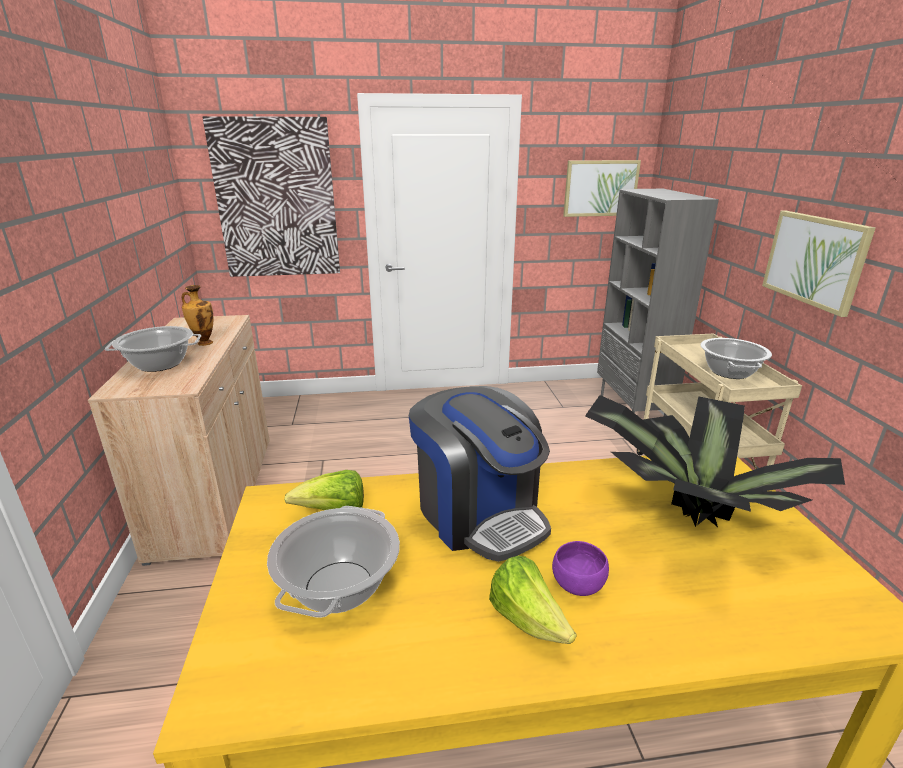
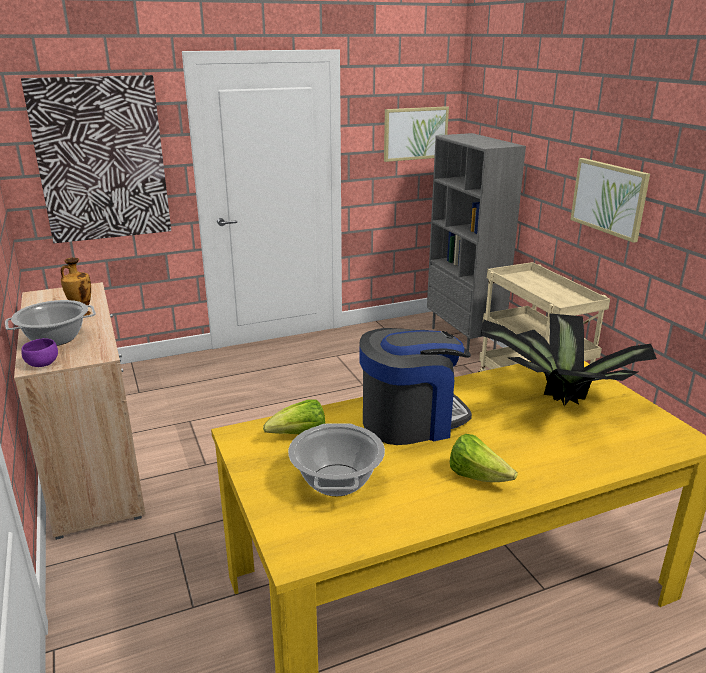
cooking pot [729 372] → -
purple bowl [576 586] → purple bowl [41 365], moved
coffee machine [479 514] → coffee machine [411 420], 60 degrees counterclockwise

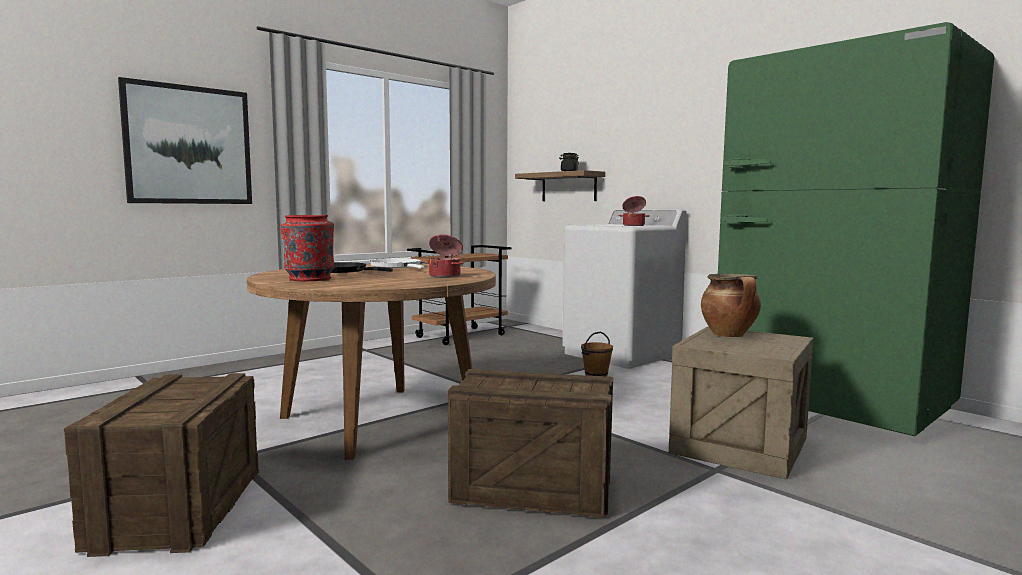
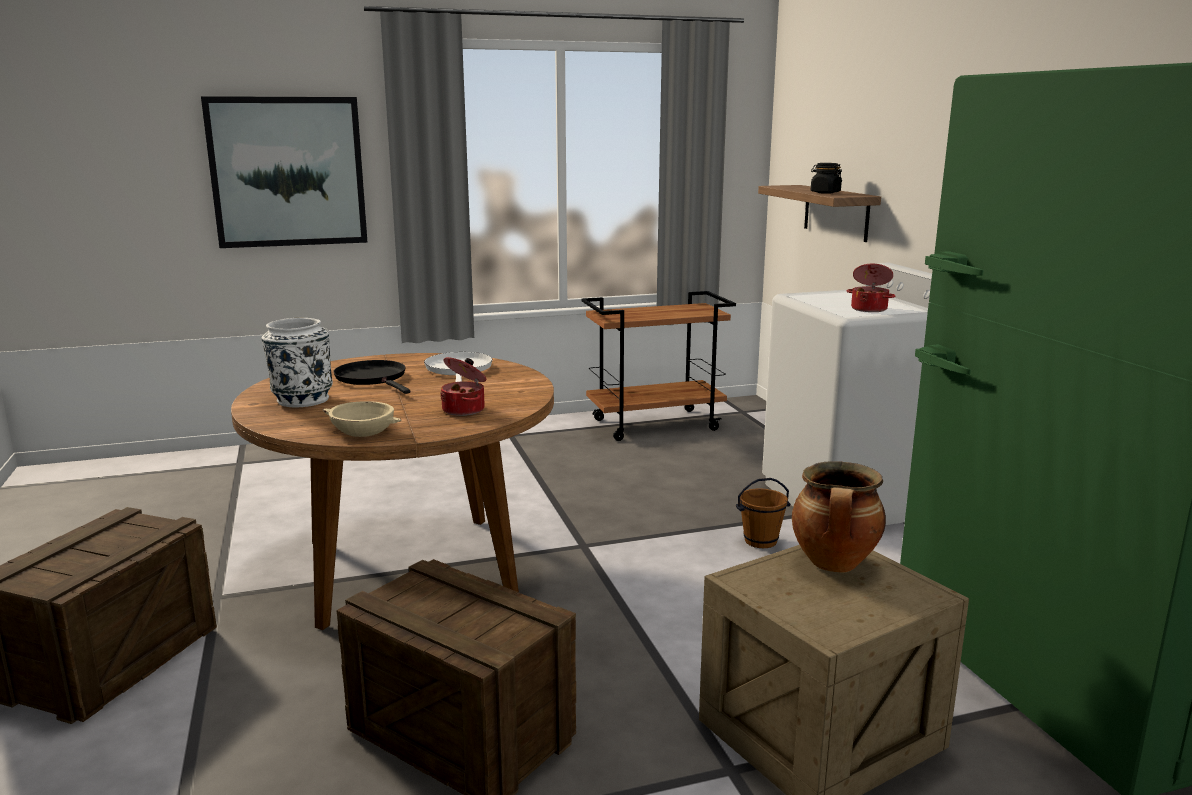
- → beige bowl [364 431]
red vase [309 279] → white vase [301 400]

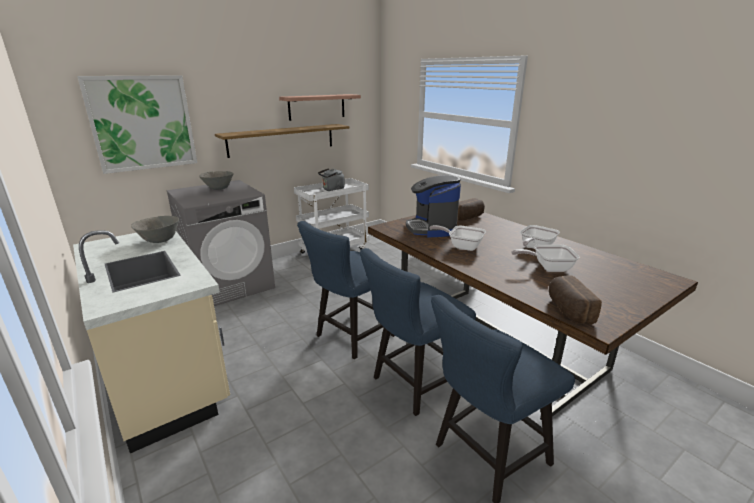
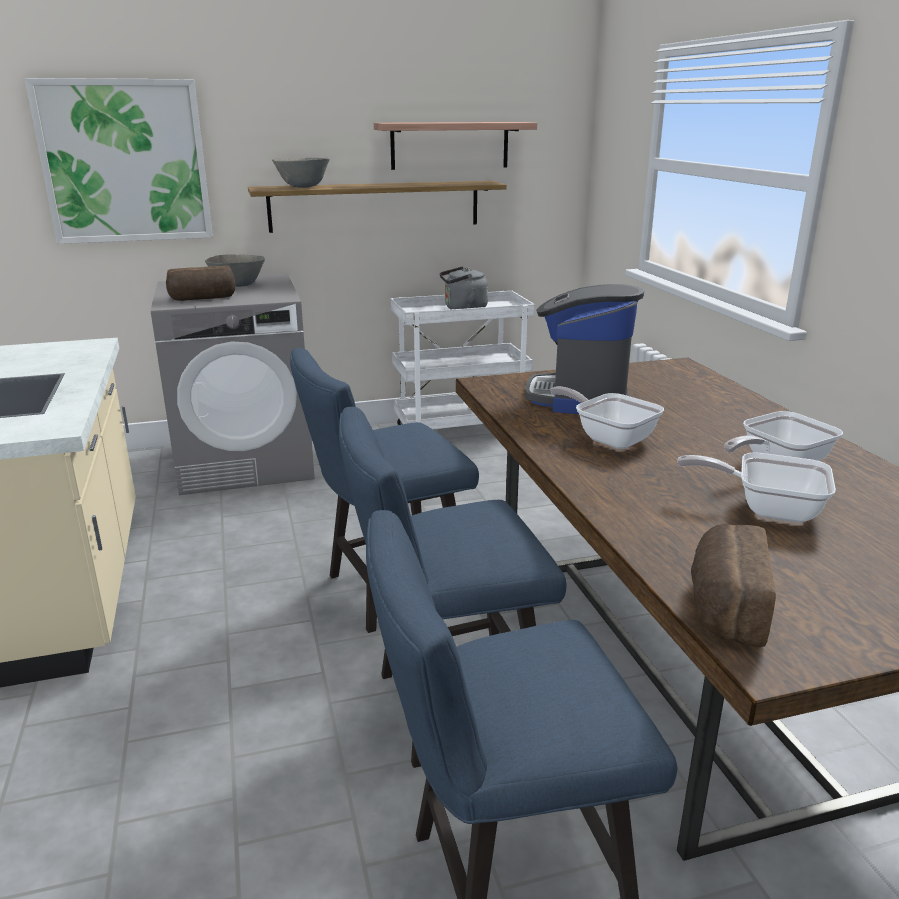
grey bowl [160 241] → grey bowl [303 187], moved
bread [468 217] → bread [202 298], moved

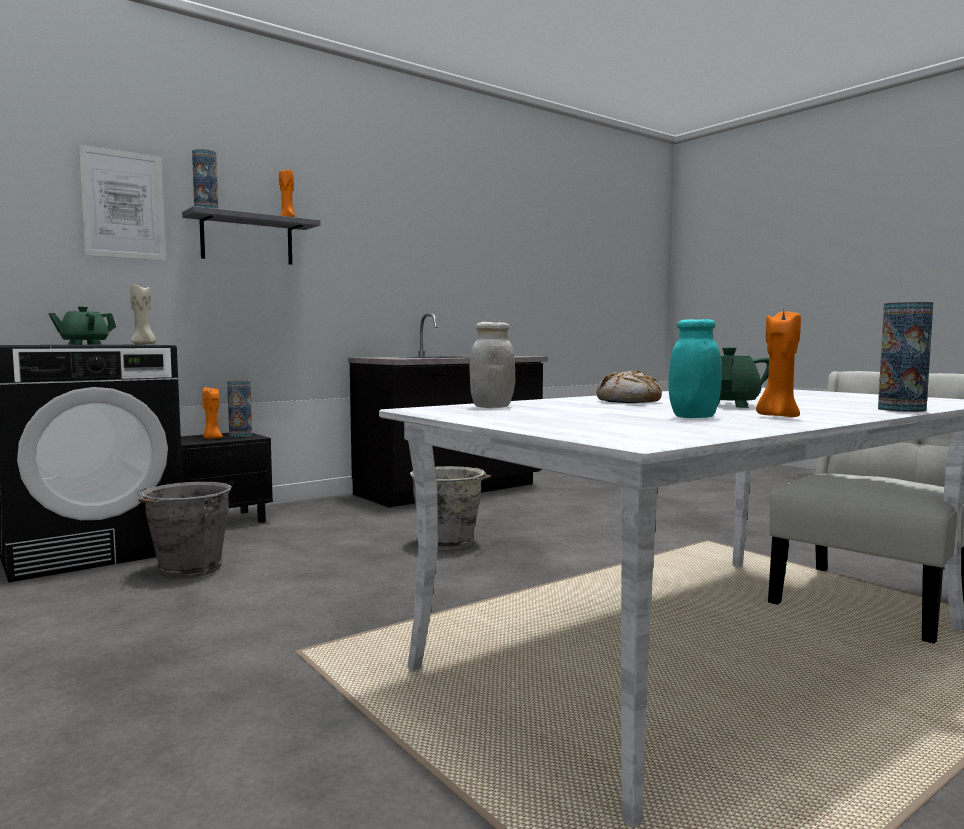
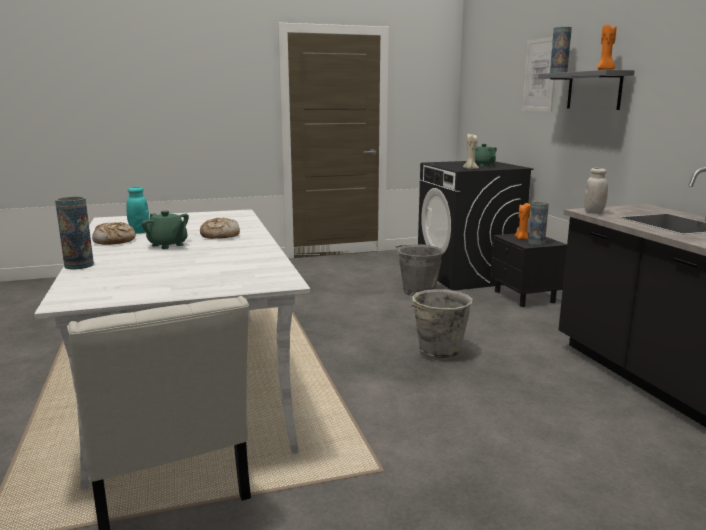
white jar [492 407] → white jar [593 212], moved
orange candle [777 416] → bread [114 241]

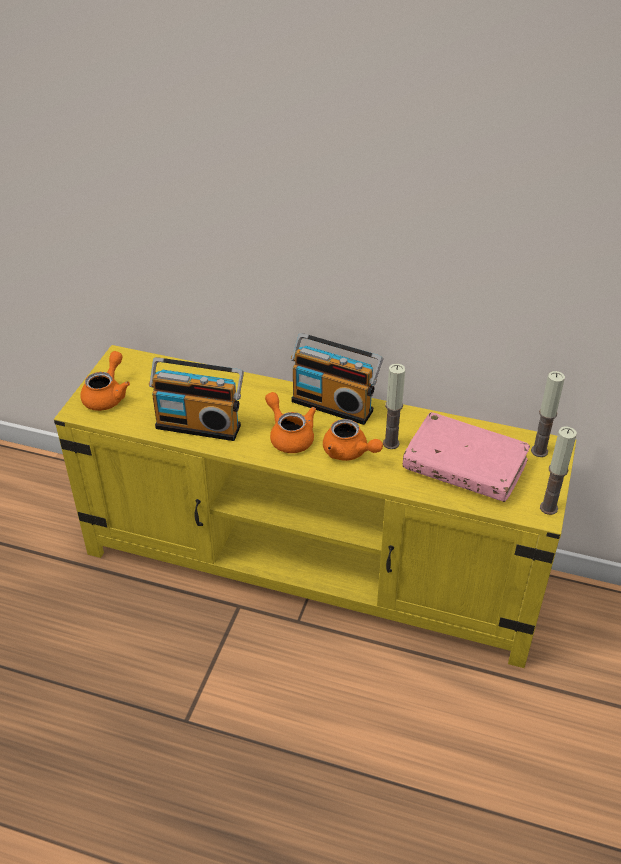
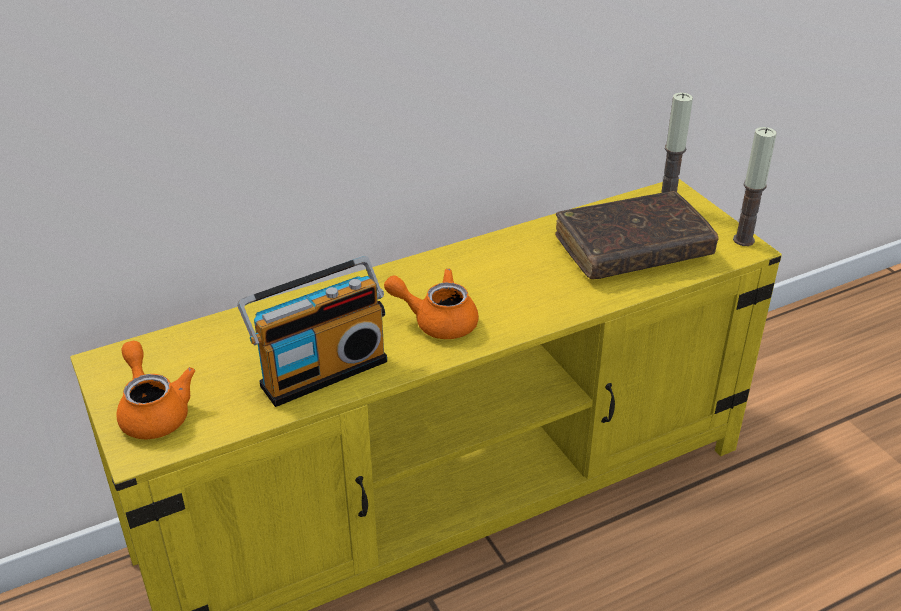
radio [334 404] → -
orange teapot [349 452] → -
candle [391 443] → -
pink book [464 466] → brown book [632 249]

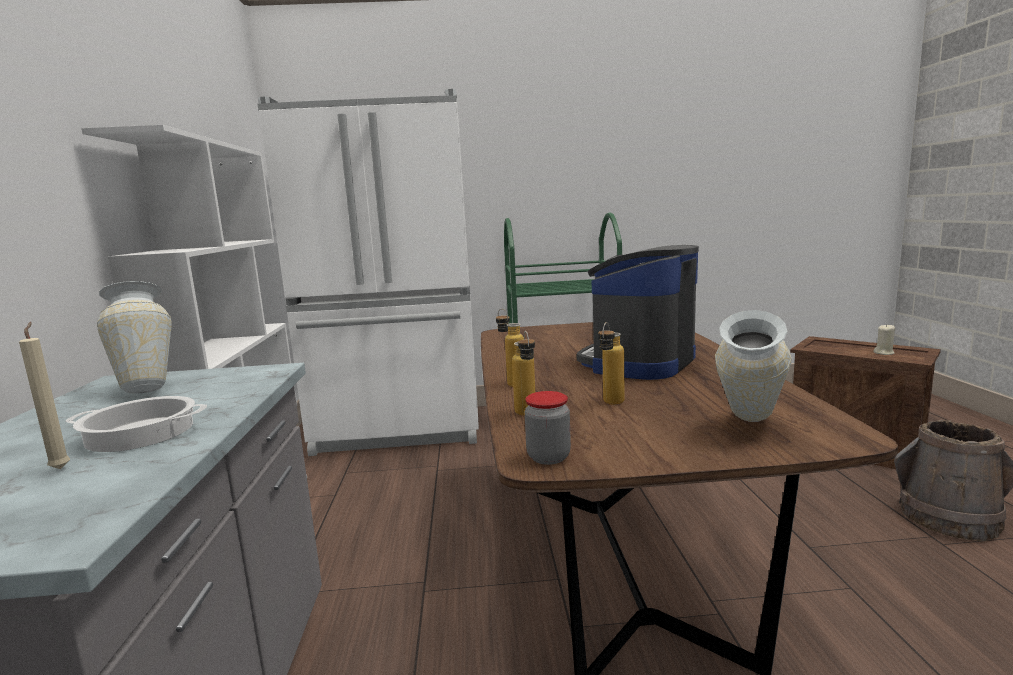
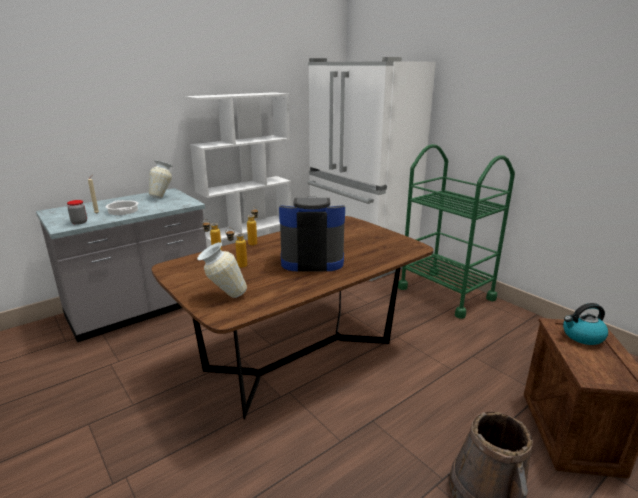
beige candle [884 353] → -
- → kettle [582 336]
jar [548 457] → jar [79 222], moved

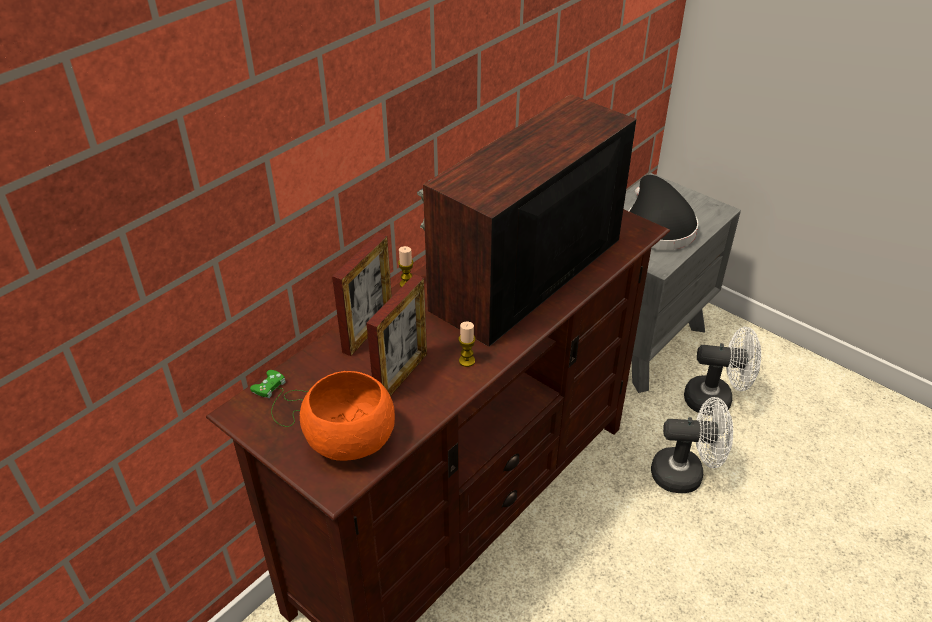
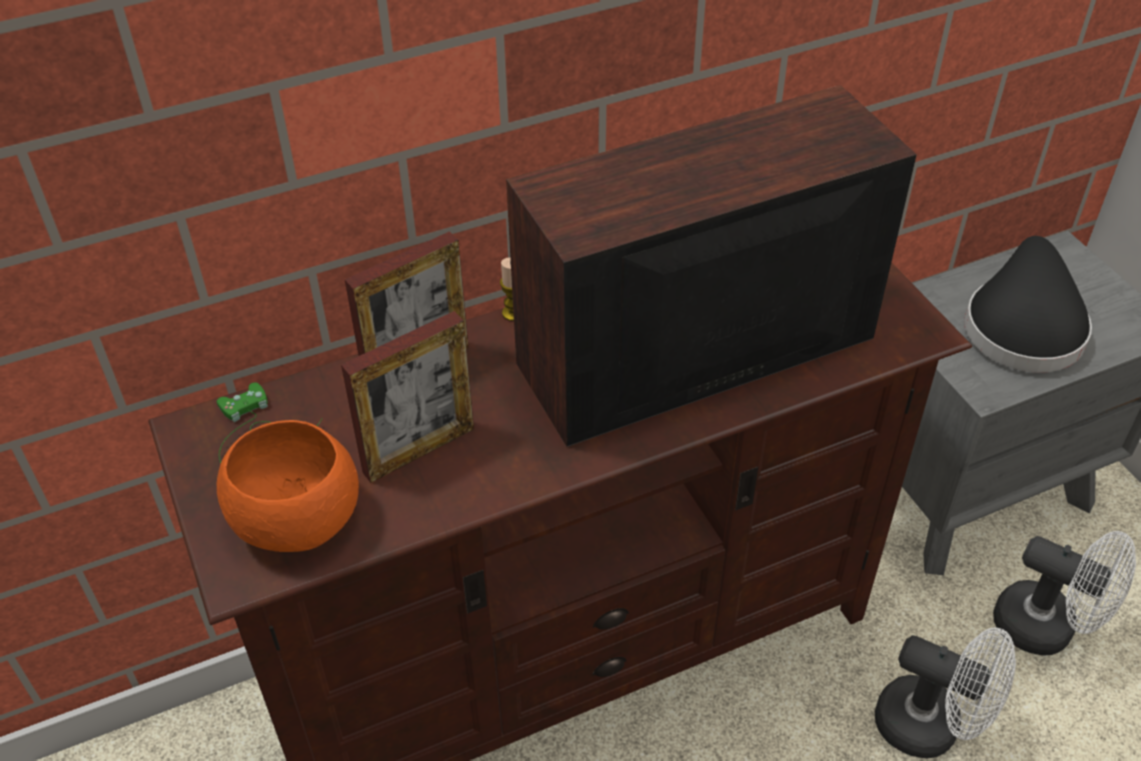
candle [467 361] → -

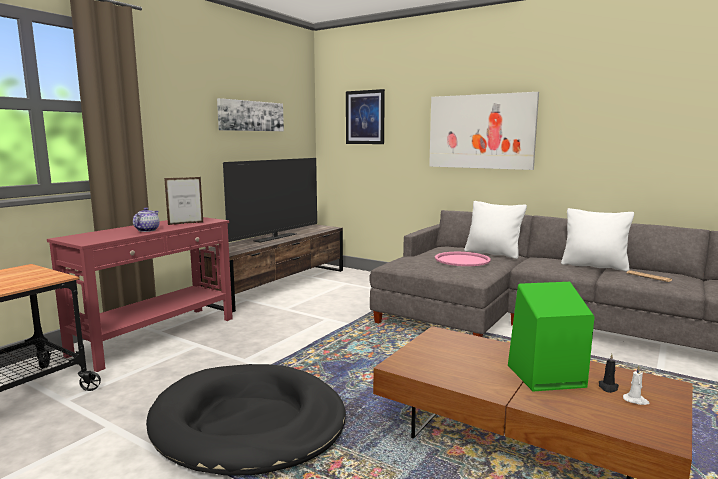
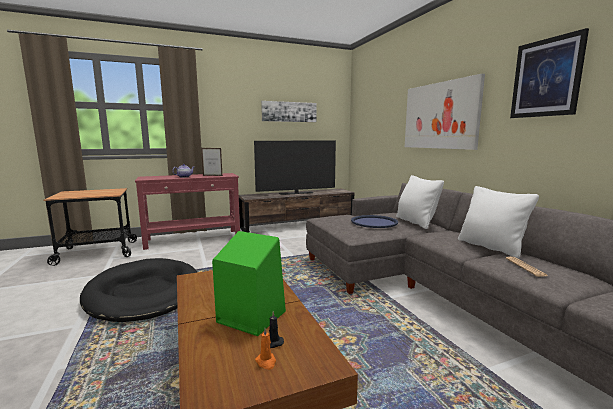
picture [365 117] → picture [546 78], moved
pink tray [462 260] → blue tray [374 222]
white candle [635 400] → orange candle [266 362]

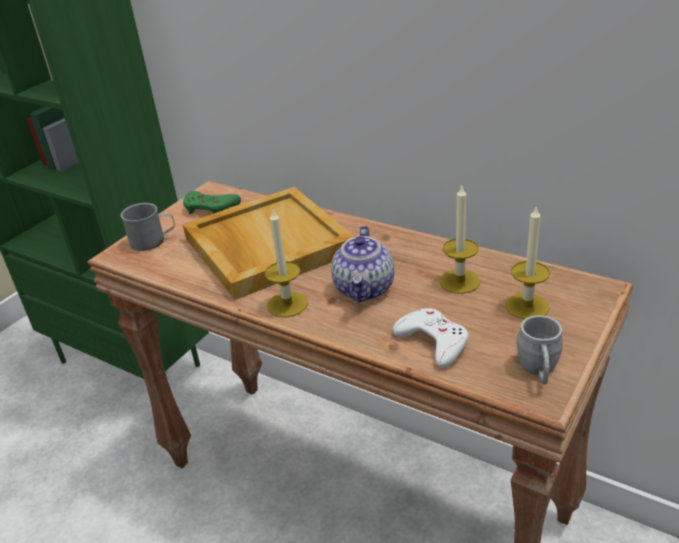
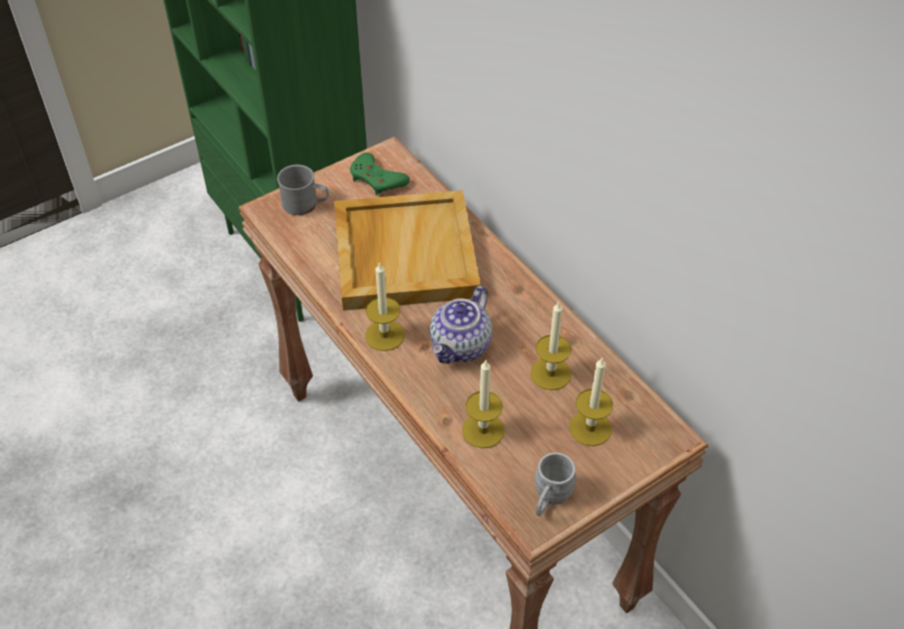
white game controller [433 341] → candle [483 430]

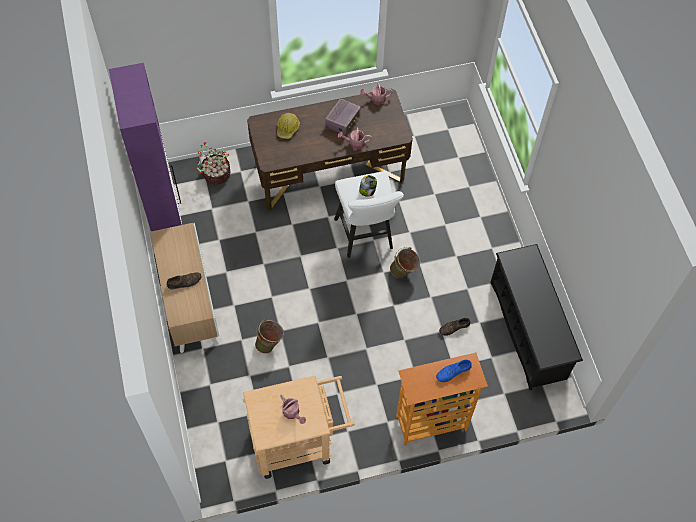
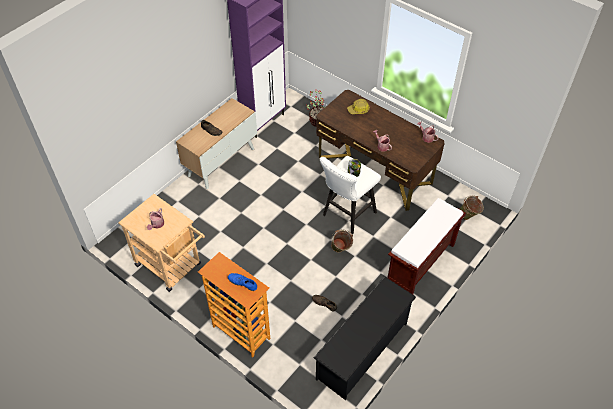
radio [343 121] → -
- → brown bench [421 263]
green bucket [270 343] → green bucket [468 217], moved

